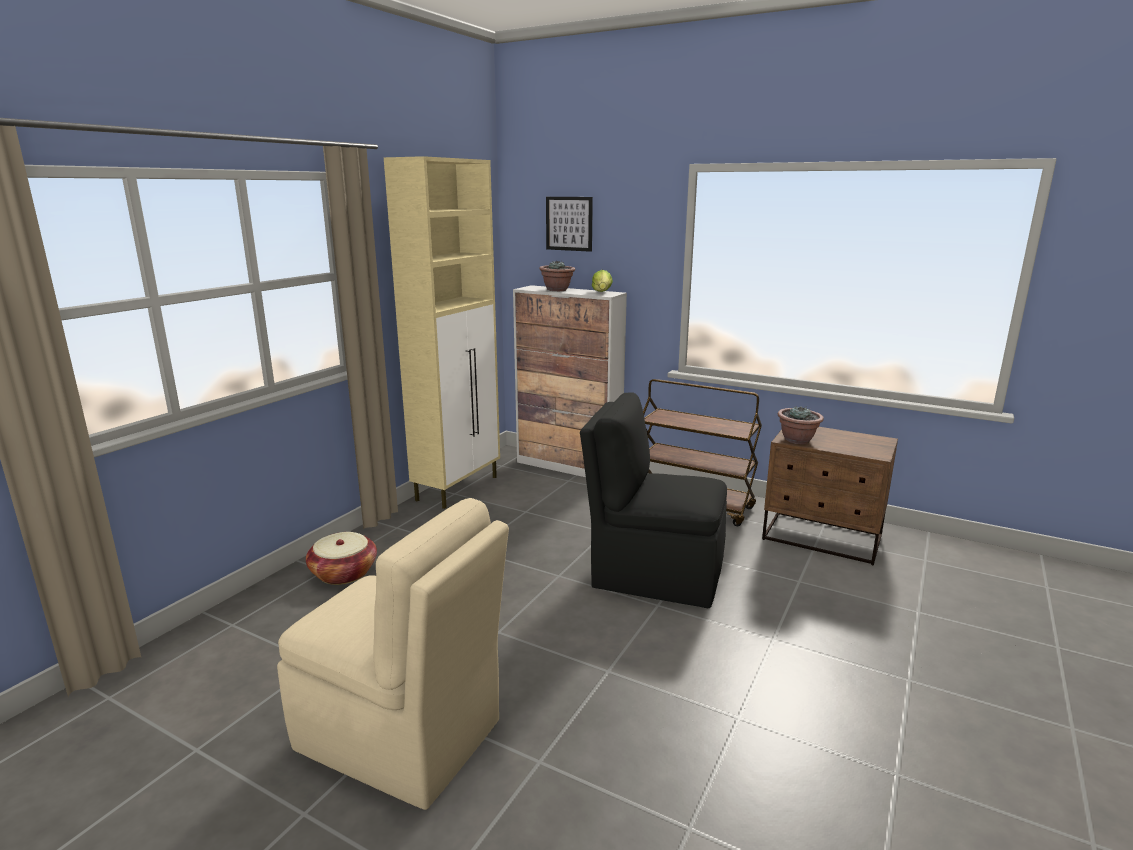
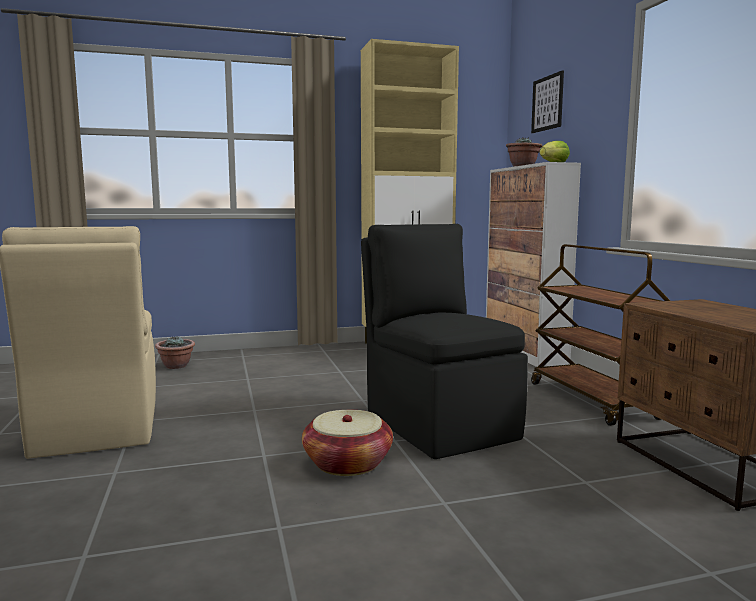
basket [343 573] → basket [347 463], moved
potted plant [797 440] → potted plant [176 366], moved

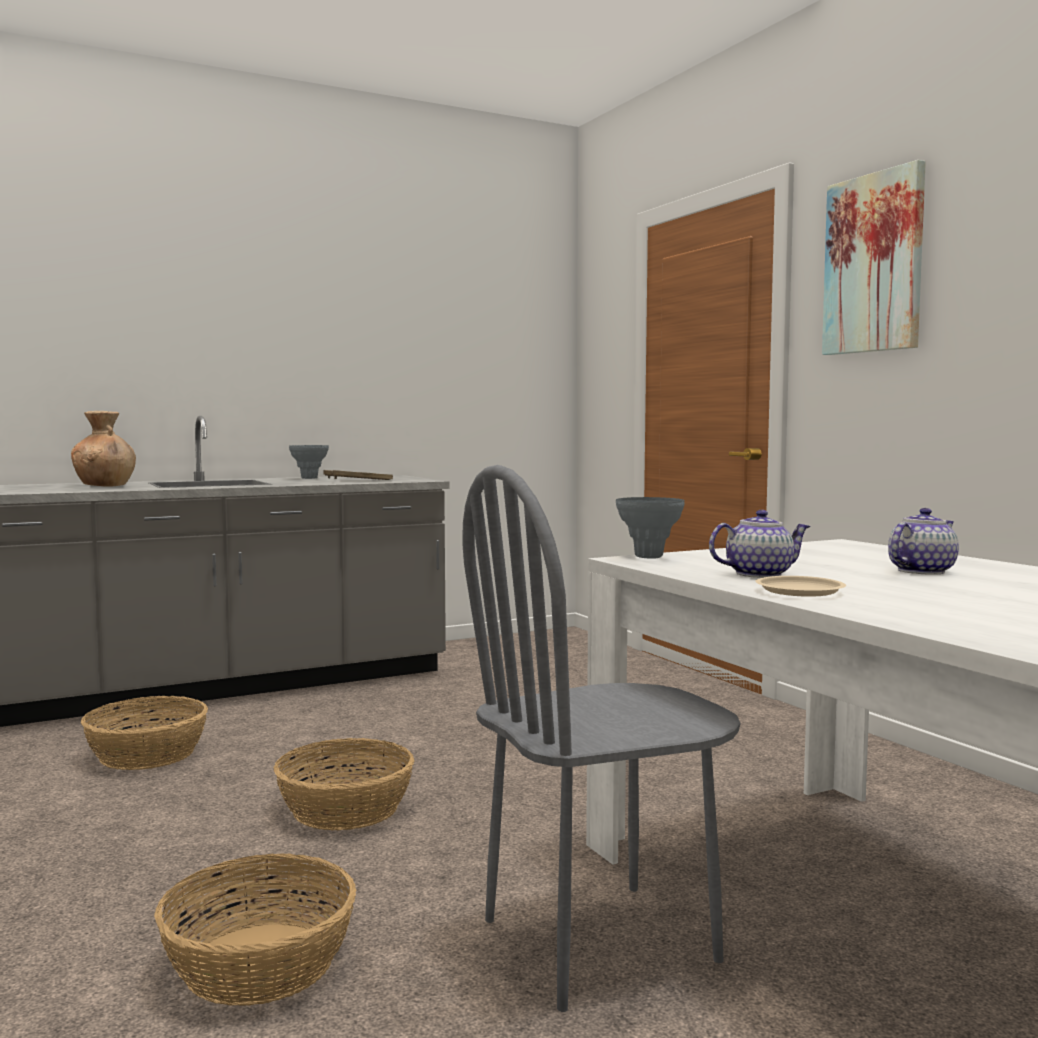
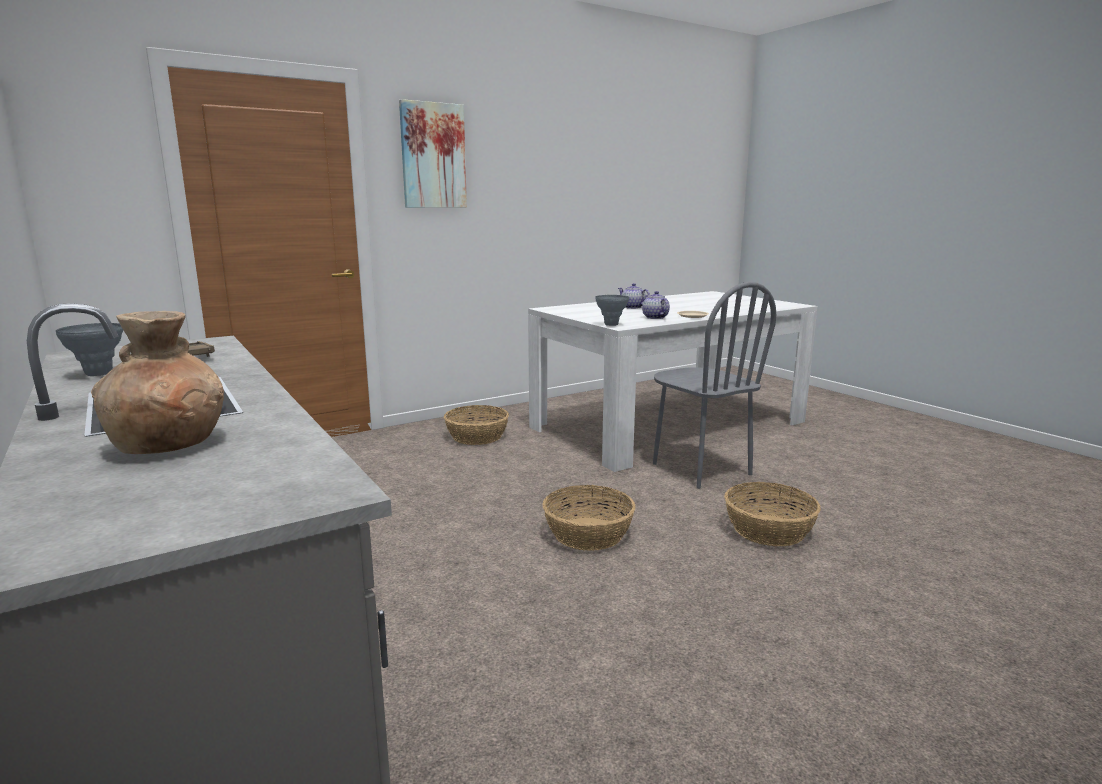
basket [148 754] → basket [477 436], moved

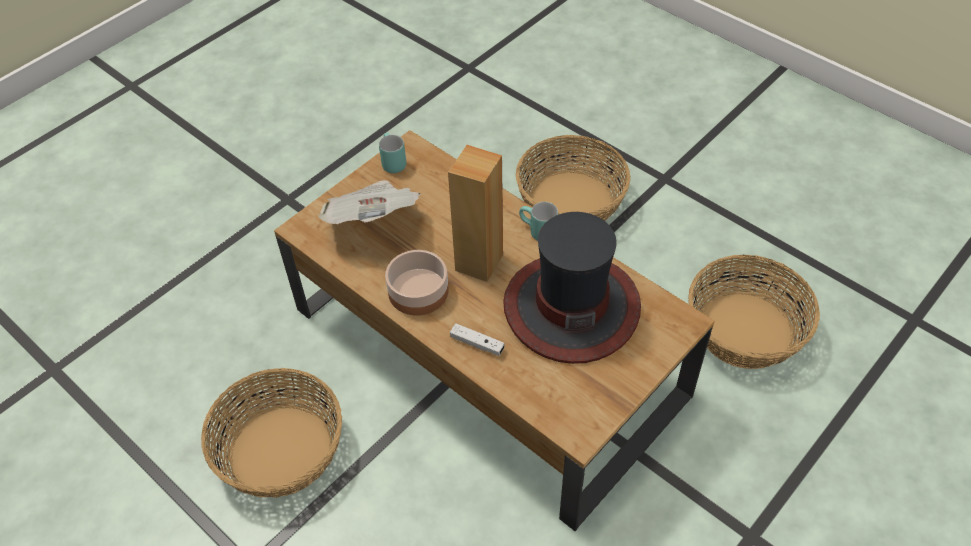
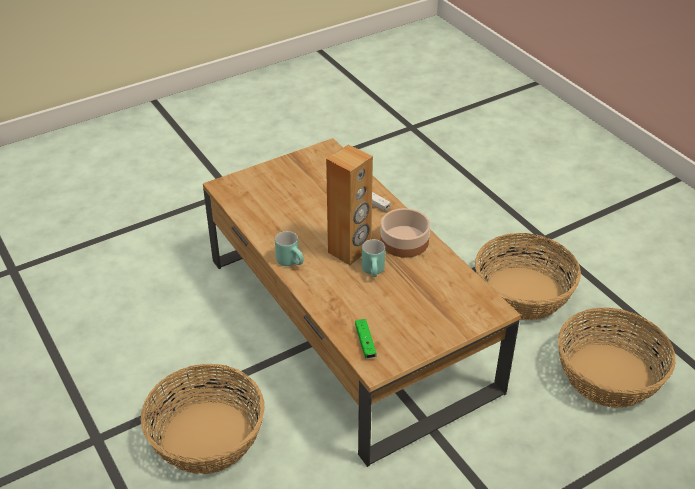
newspaper [373 220] → -
hat [571 307] → -
- → green game controller [365 343]
turquoise mug [391 162] → turquoise mug [375 272], moved
basket [744 331] → basket [609 374], moved

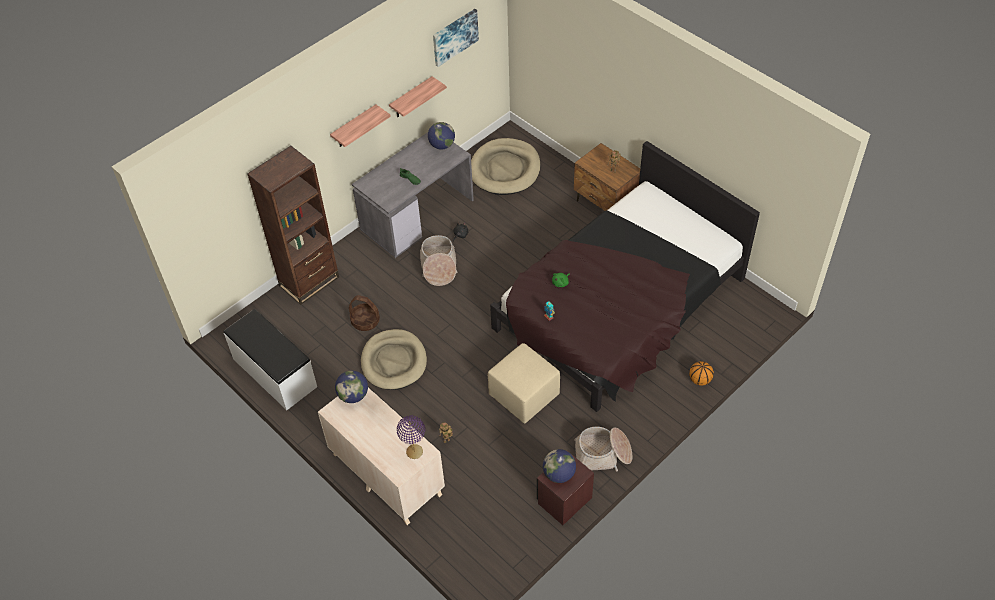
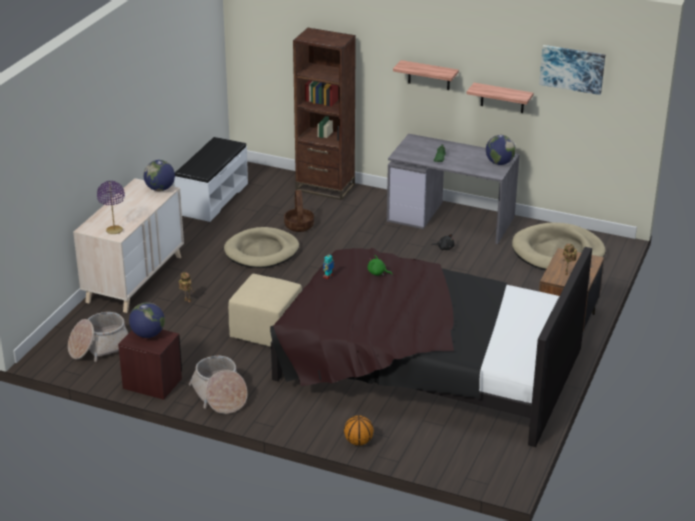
basket [438 266] → basket [99 347], moved

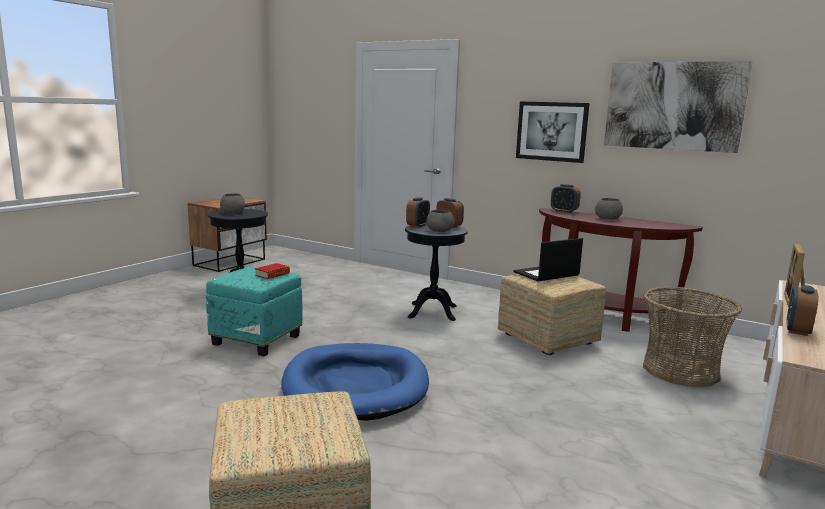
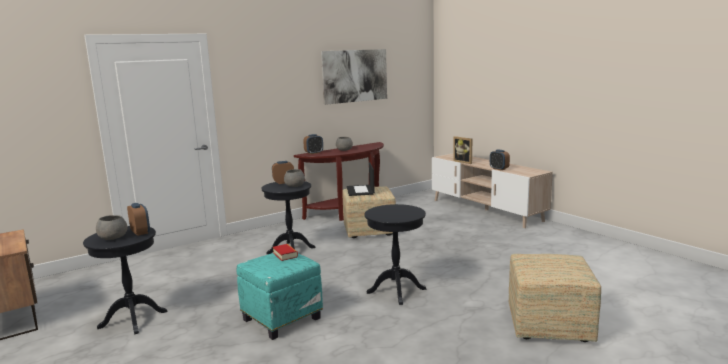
picture [551 131] → -
basket [680 370] → -
alarm clock [417 226] → alarm clock [140 232], moved
blue dog bed [356 386] → black side table [396 290]

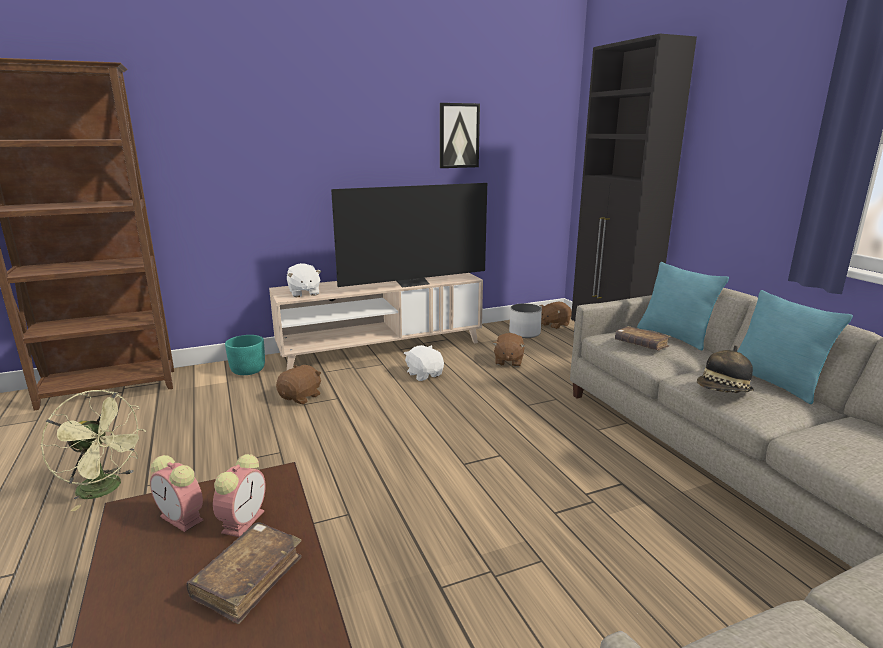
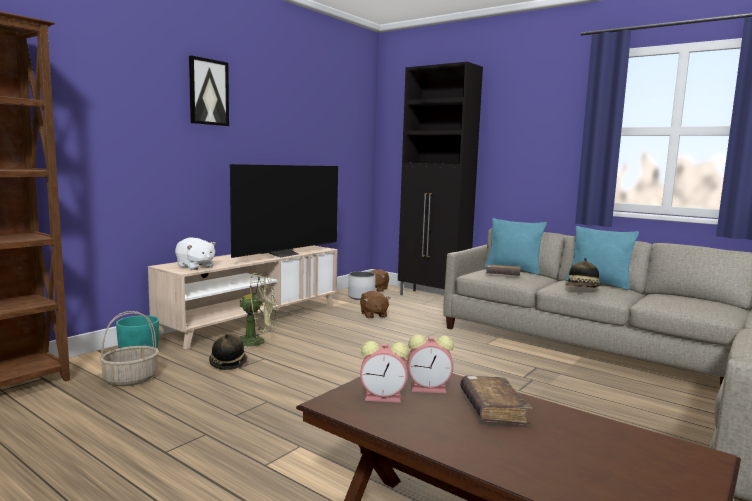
white plush toy [424 375] → -
- → basket [131 379]
green fan [106 489] → green fan [257 342], moved
picture [459 135] → picture [208 92], moved
brown plush toy [301 397] → hat [228 363]
alarm clock [244 520] → alarm clock [430 388], 105 degrees clockwise

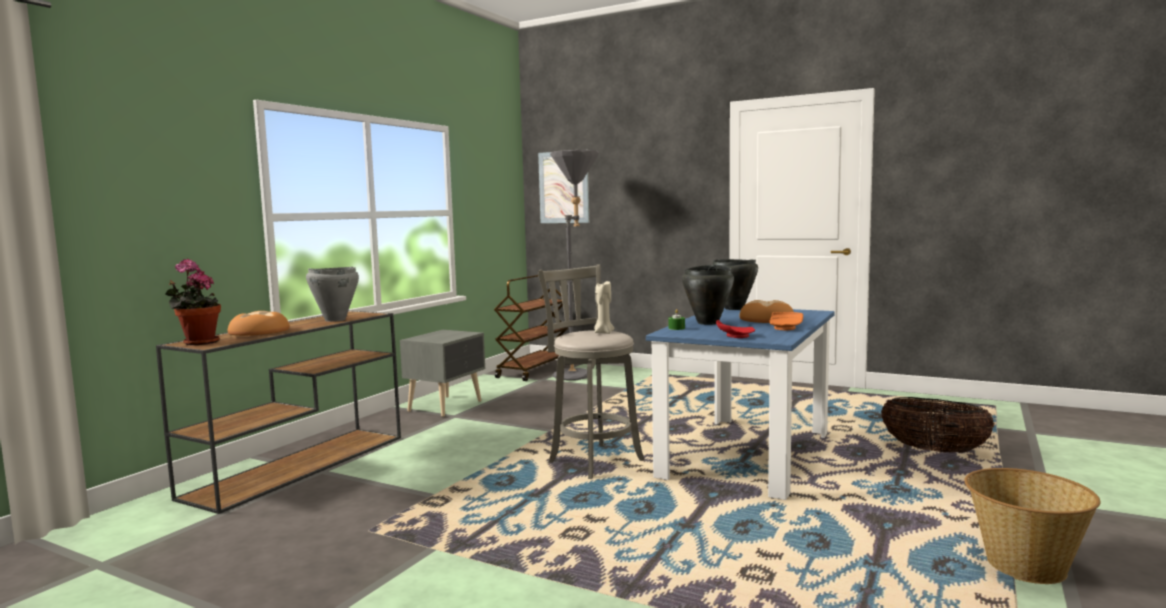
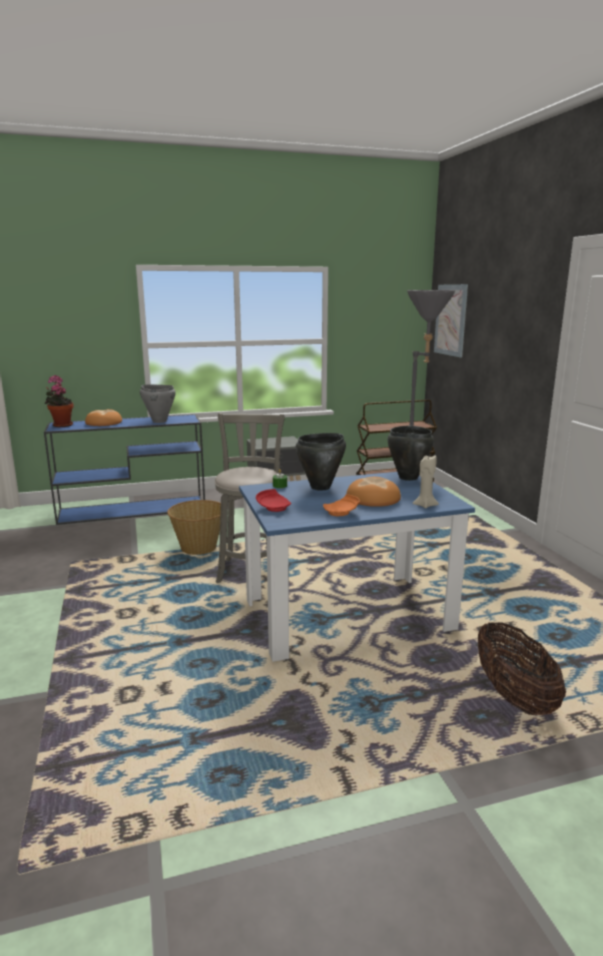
beige candle [603 332] → beige candle [425 505], moved
basket [1024 565] → basket [199 547], moved
brown console table [300 465] → blue console table [134 509]

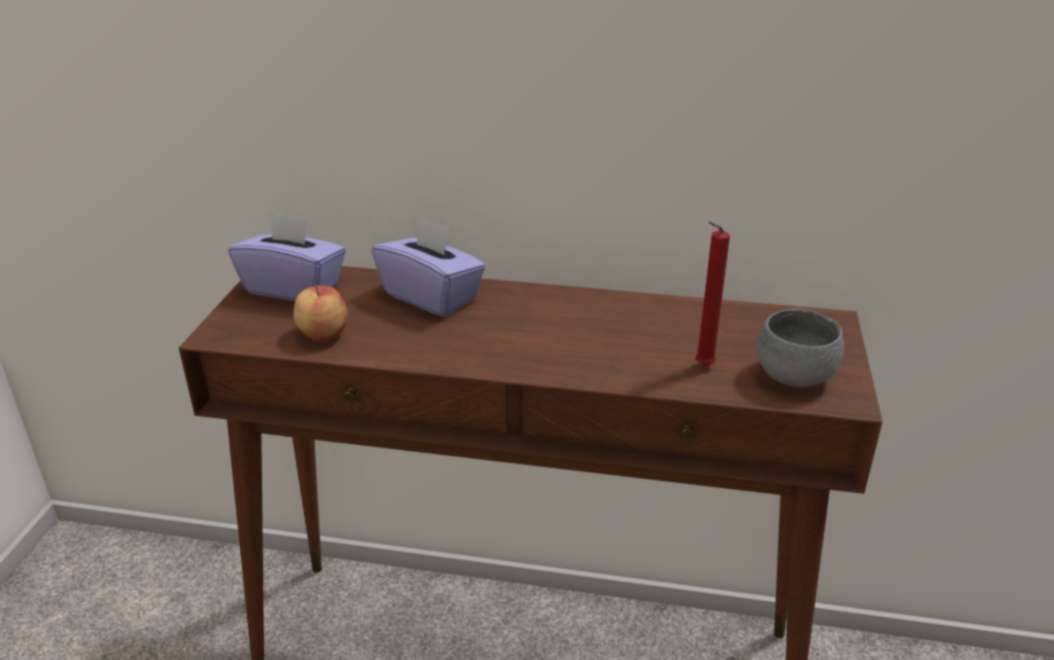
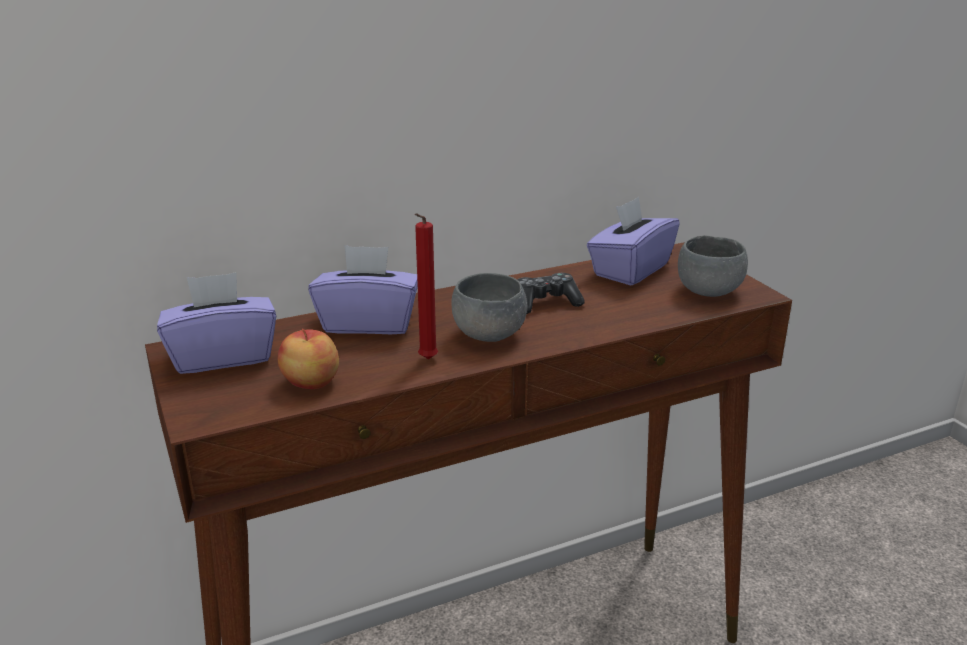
- → grey bowl [489 335]
- → game controller [545 303]
- → purple tissue box [630 270]
red candle [701 367] → red candle [426 360], moved

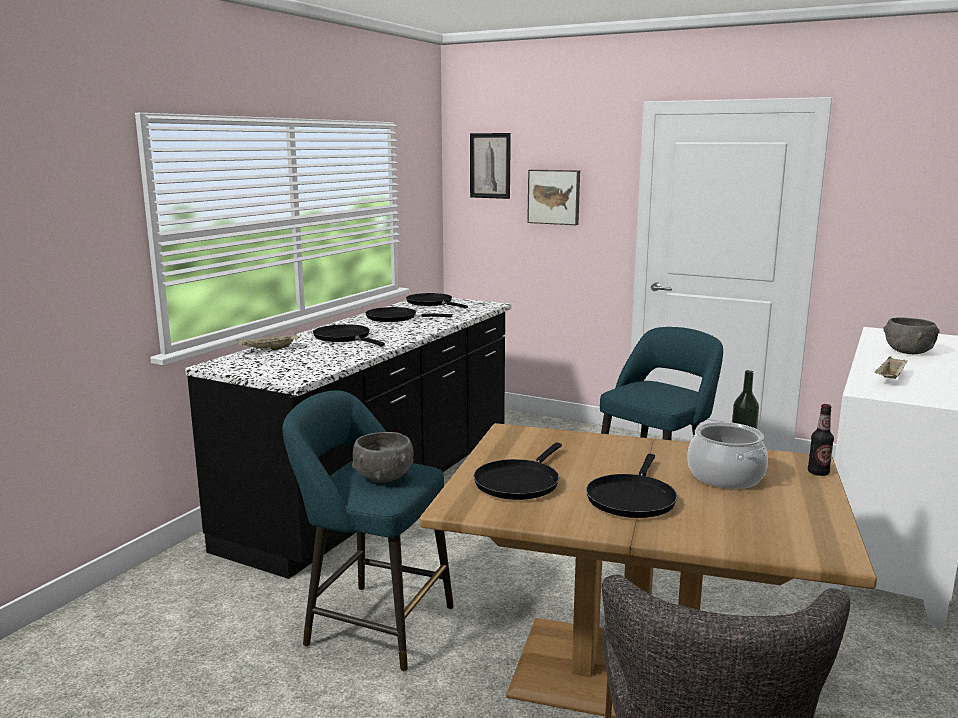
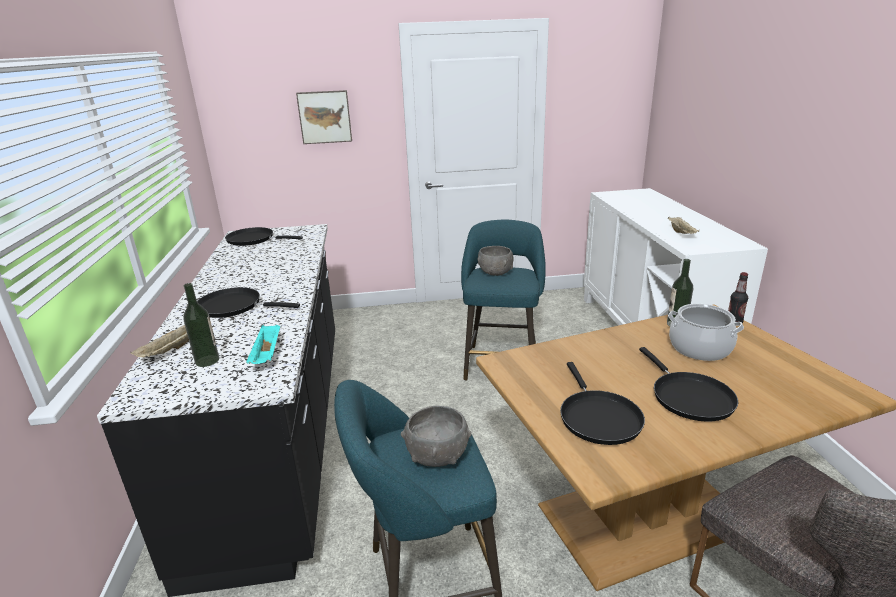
black frying pan [395 318] → -
picture [490 165] → -
- → bottle [207 361]
- → turquoise tray [267 355]
grey bowl [907 351] → grey bowl [495 272], moved

